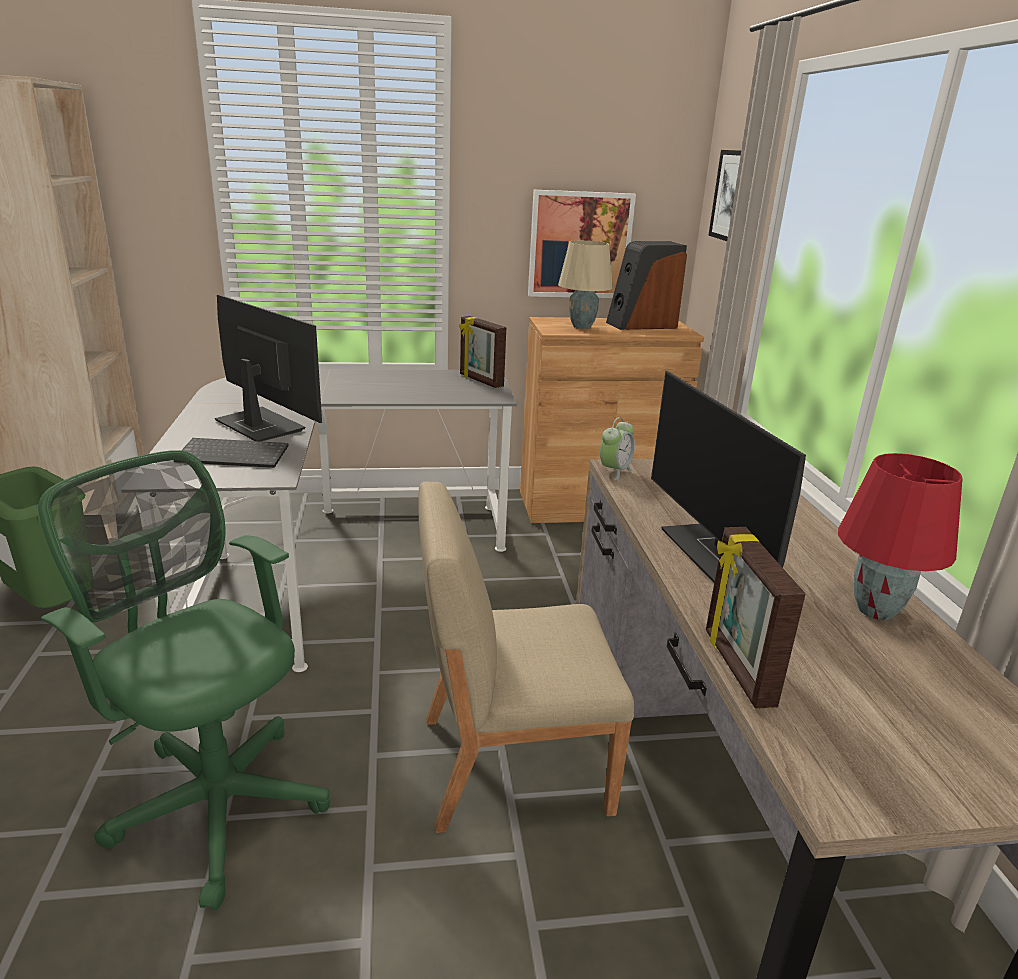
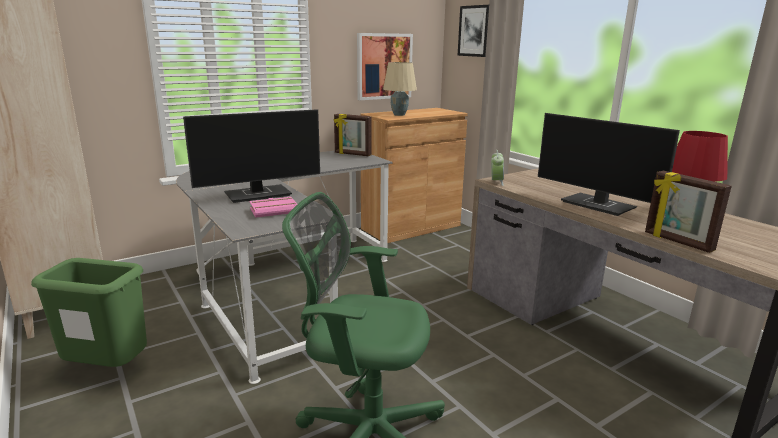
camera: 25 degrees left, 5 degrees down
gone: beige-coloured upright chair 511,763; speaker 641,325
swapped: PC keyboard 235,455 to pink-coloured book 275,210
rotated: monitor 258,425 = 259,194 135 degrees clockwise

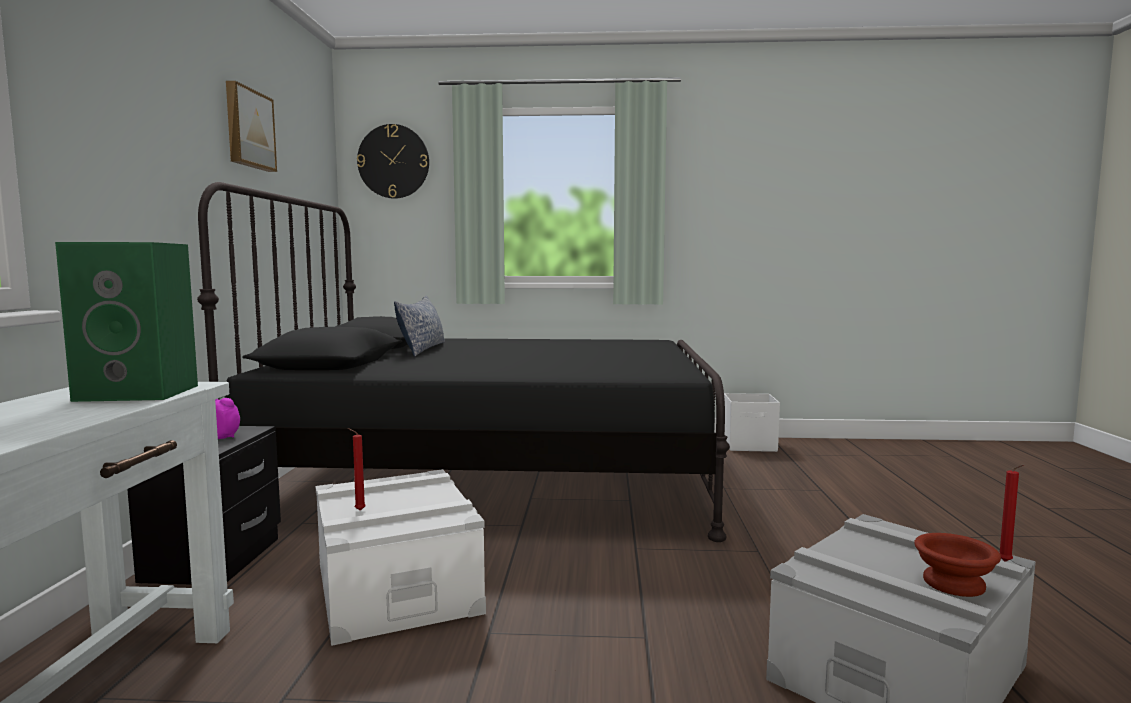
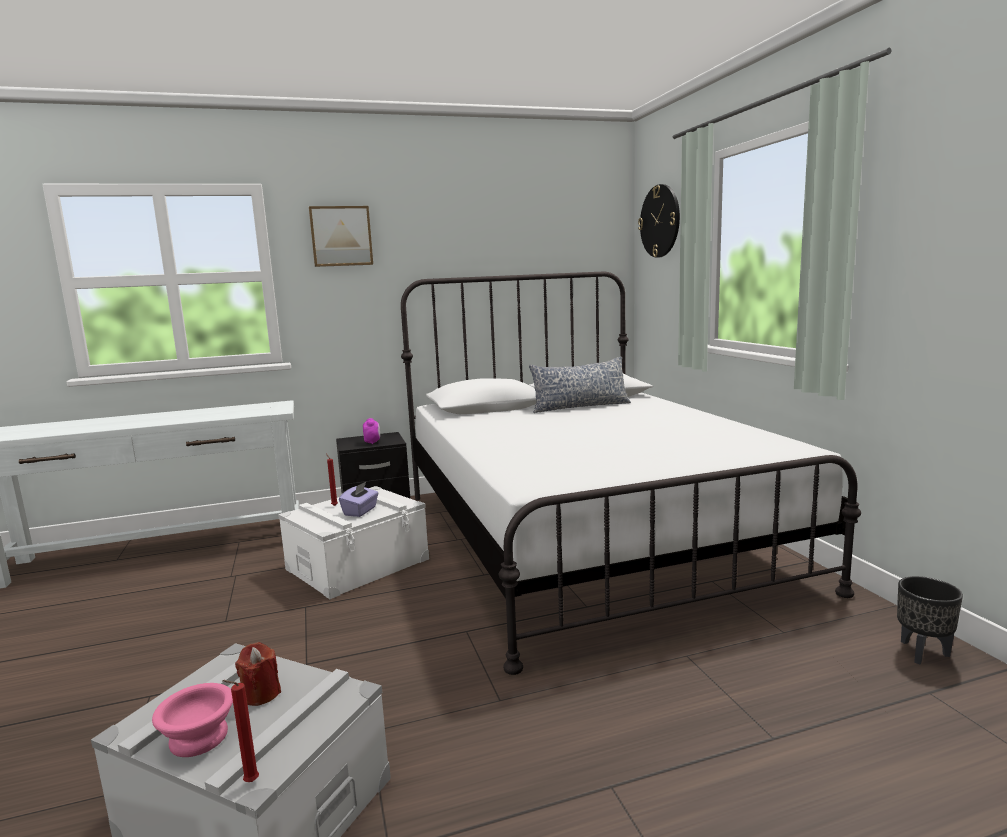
camera: 70 degrees right, 5 degrees up
gone: greenish speaker 141,392
new: red wax light 261,694; purplish tissue holder 360,511
shifted: wall picture 248,129 to 341,236
swapped: whitish storage container 750,445 to black-coloured flower pot 923,653
repainted: black-coloured sleeping bed 494,476 to whitish sleeping bed 586,537; brown-coloured deep dish 955,585 to pink-coloured deep dish 196,739

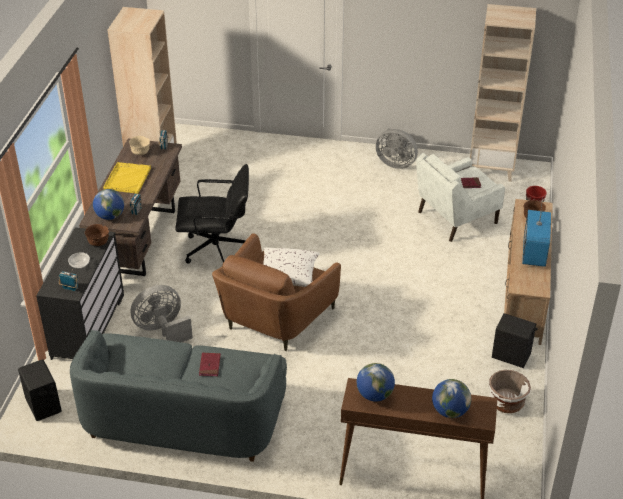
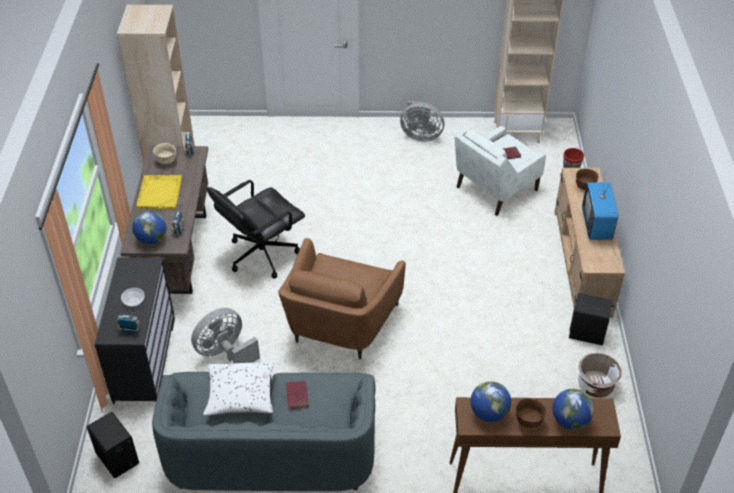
camera: 10 degrees left, 5 degrees up
shifted: brown-coloured deep dish 98,243 to 528,421; whitish pillow 288,274 to 240,395
rotated: black-coloured desk chair 217,250 = 261,254 150 degrees clockwise

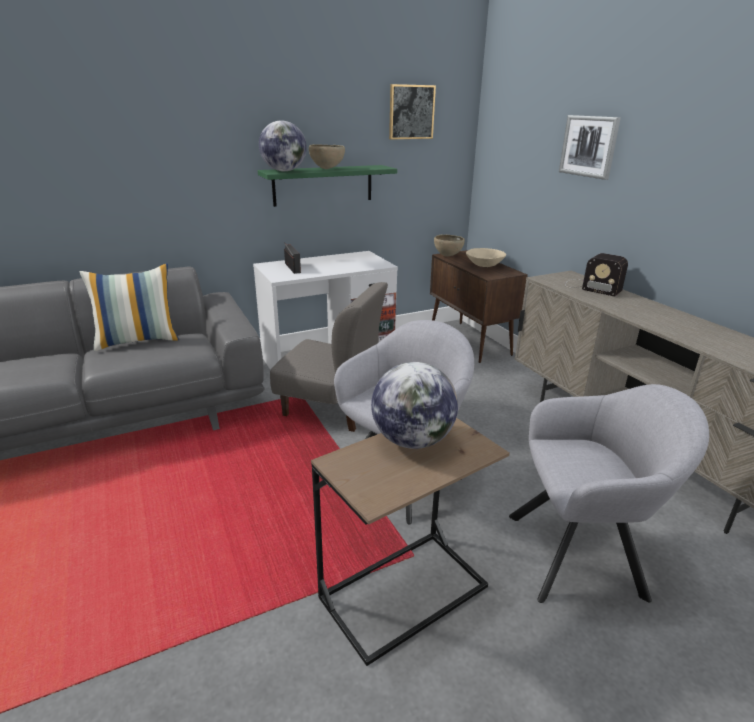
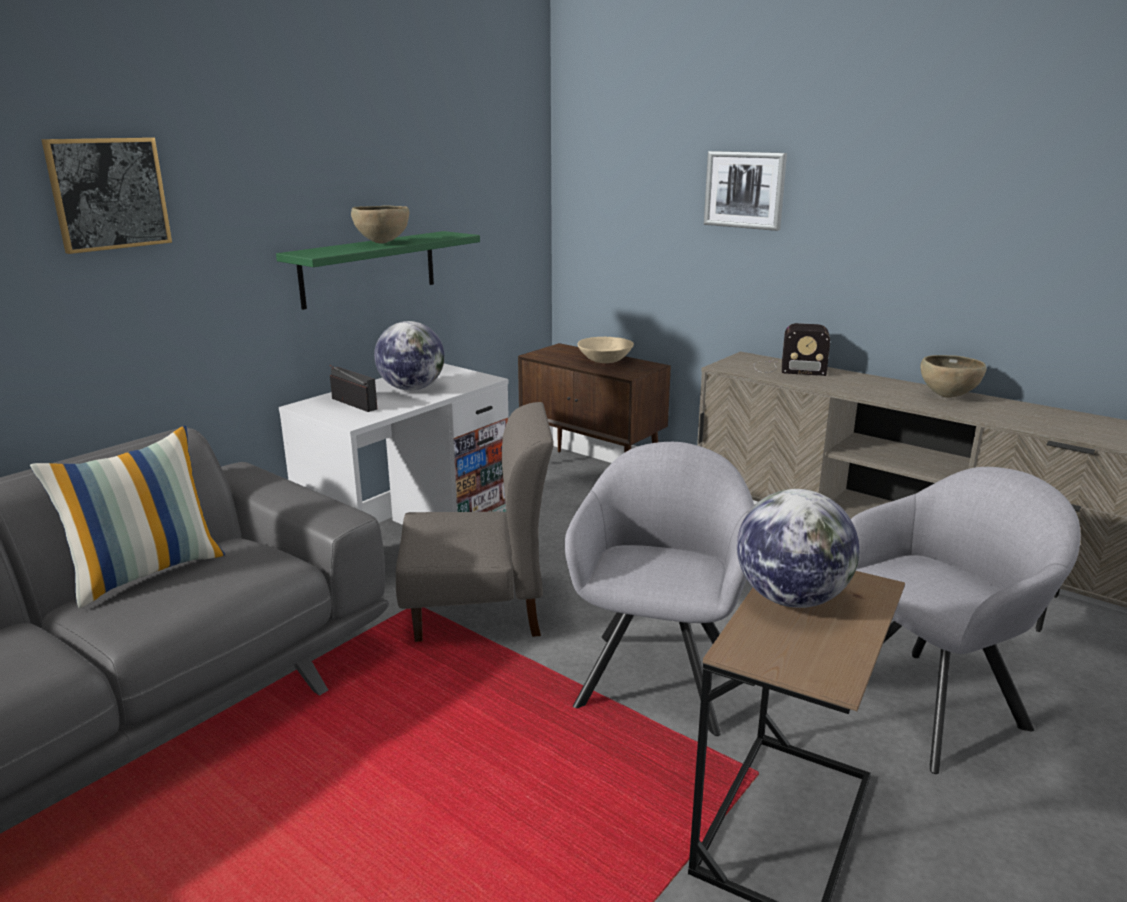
camera: 25 degrees left, 5 degrees down
shifted: world globe 284,171 to 411,389; wall picture 411,112 to 109,194; brown-coloured deep dish 448,256 to 948,396

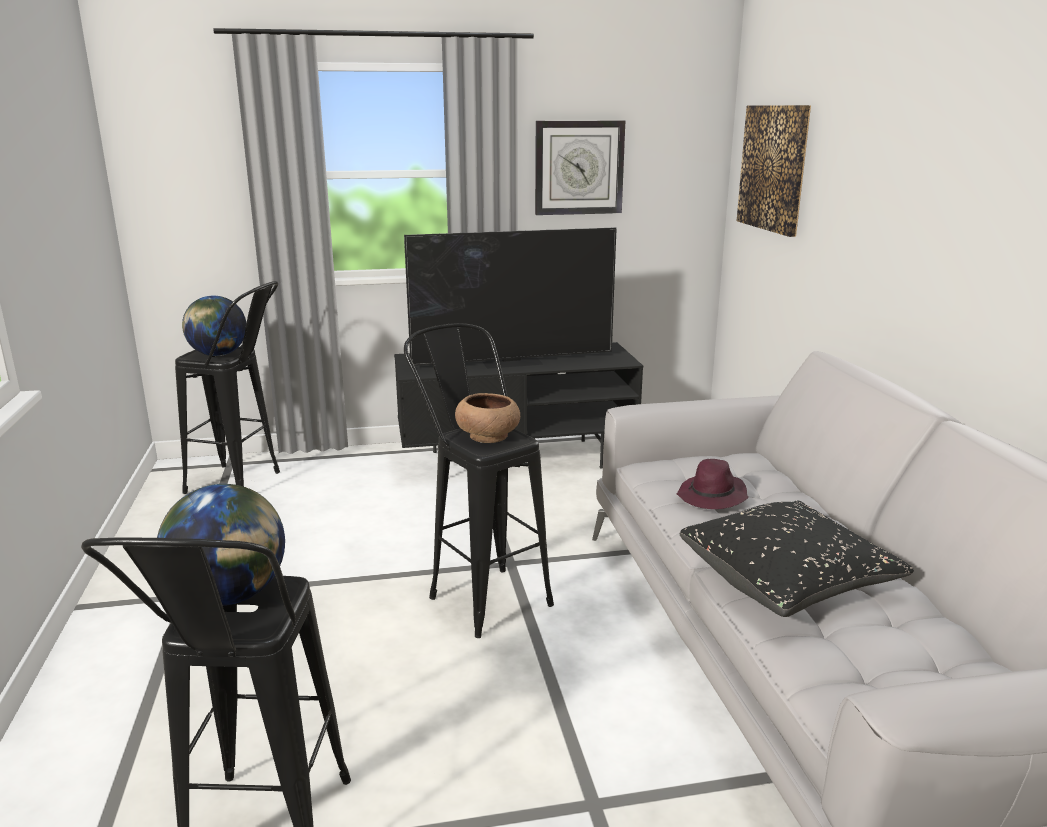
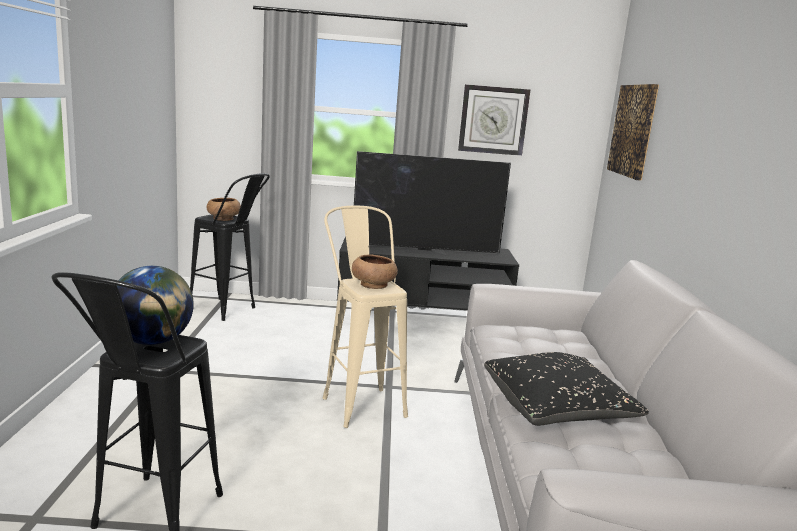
camera: 10 degrees right, 5 degrees down
gone: purplish hat 712,497
swapped: world globe 218,355 to brown-coloured deep dish 223,219
repainted: black-coloured stool 480,593 to beige-coloured stool 359,401

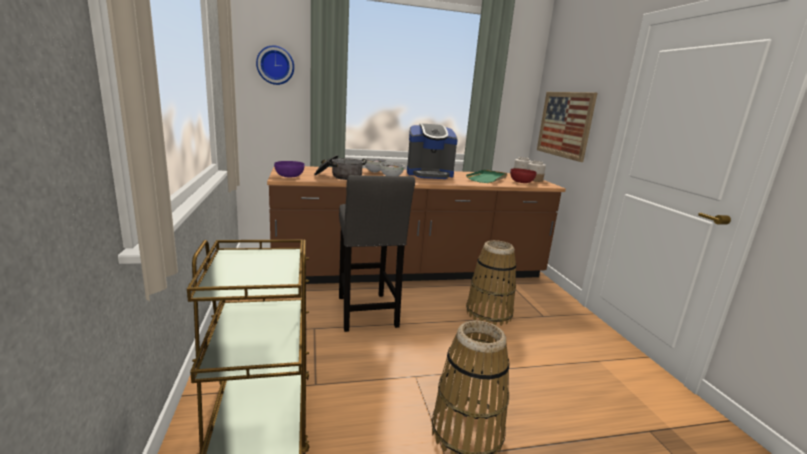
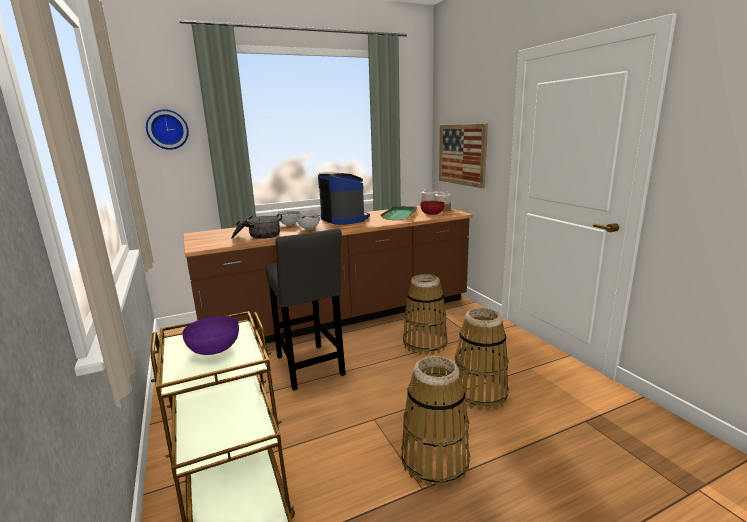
camera: 10 degrees left, 0 degrees up
new: storage basket 479,393
shifted: purplish deep dish 289,176 to 214,348
rotated: coffee maker 429,174 = 344,219 105 degrees counterclockwise

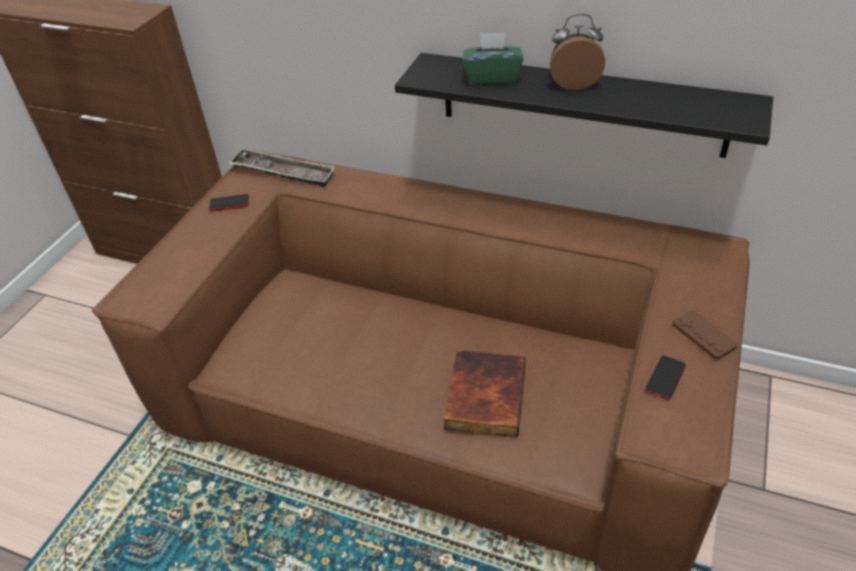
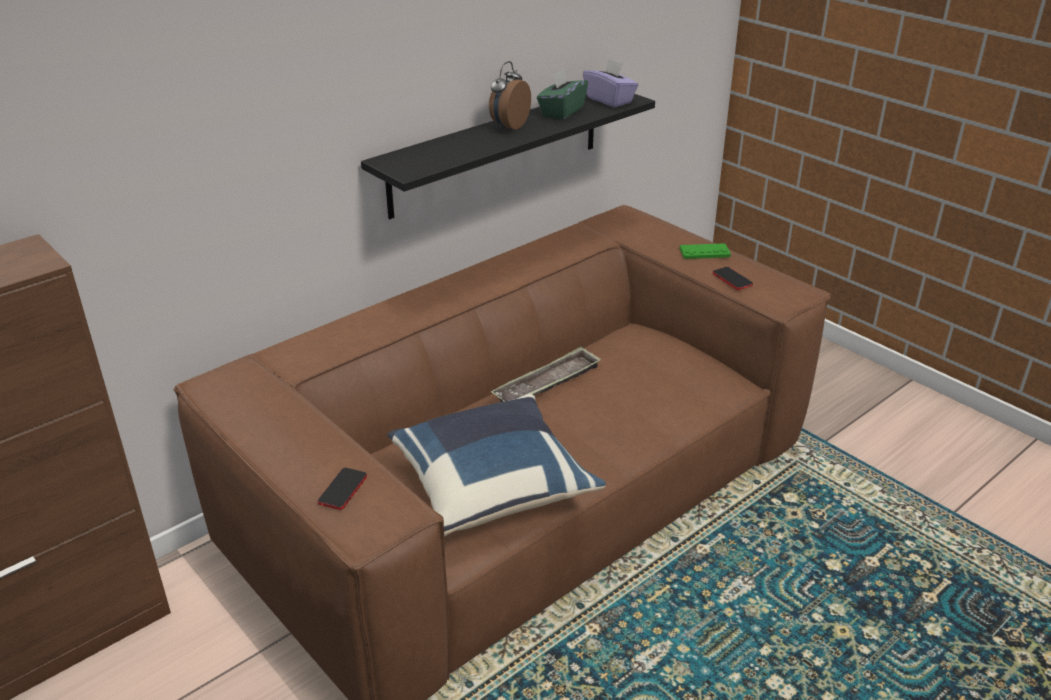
camera: 65 degrees left, 10 degrees down
gone: book 483,395
new: bluish pillow 491,486; purplish tissue holder 609,100
shifted: telephone 229,203 to 342,489; tray 283,172 to 547,383; greenish tissue holder 492,78 to 561,112
repainted: brown-coloured game controller 703,335 to greenish game controller 704,252

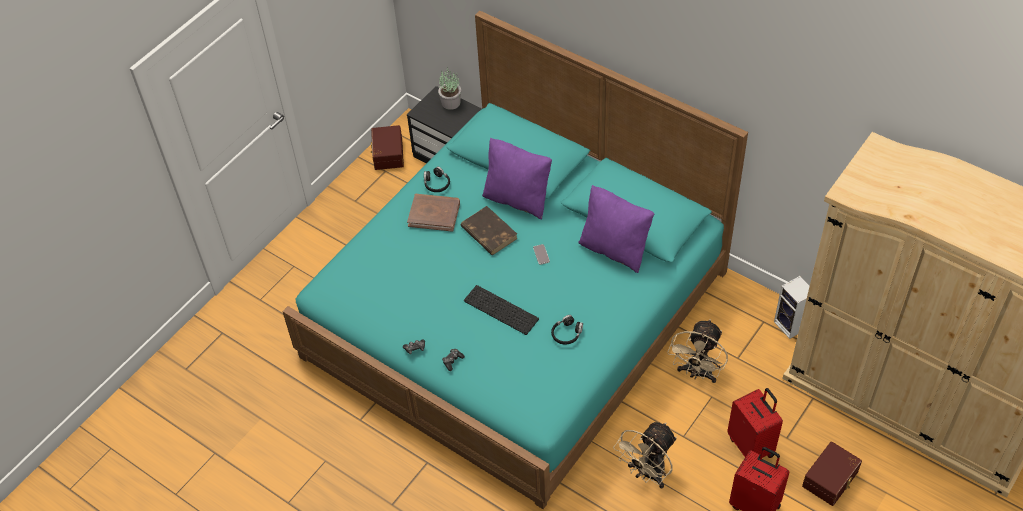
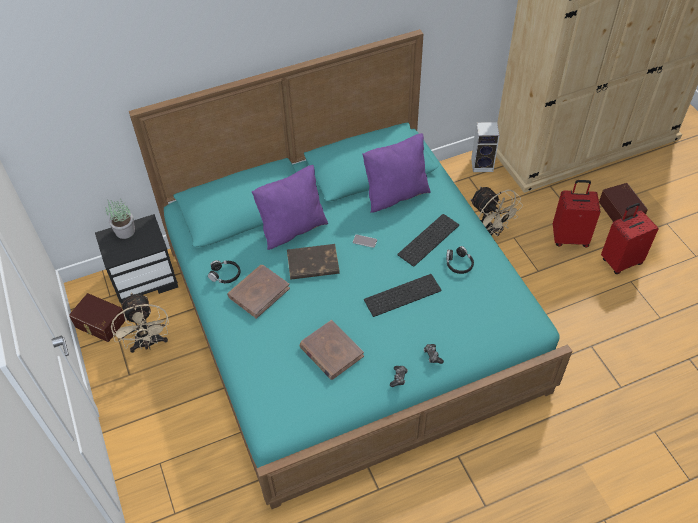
camera: 60 degrees left, 0 degrees up
new: brown-coloured book 331,352; PC keyboard 428,238
shifted: beige-coloured cooling fan 647,474 to 148,343

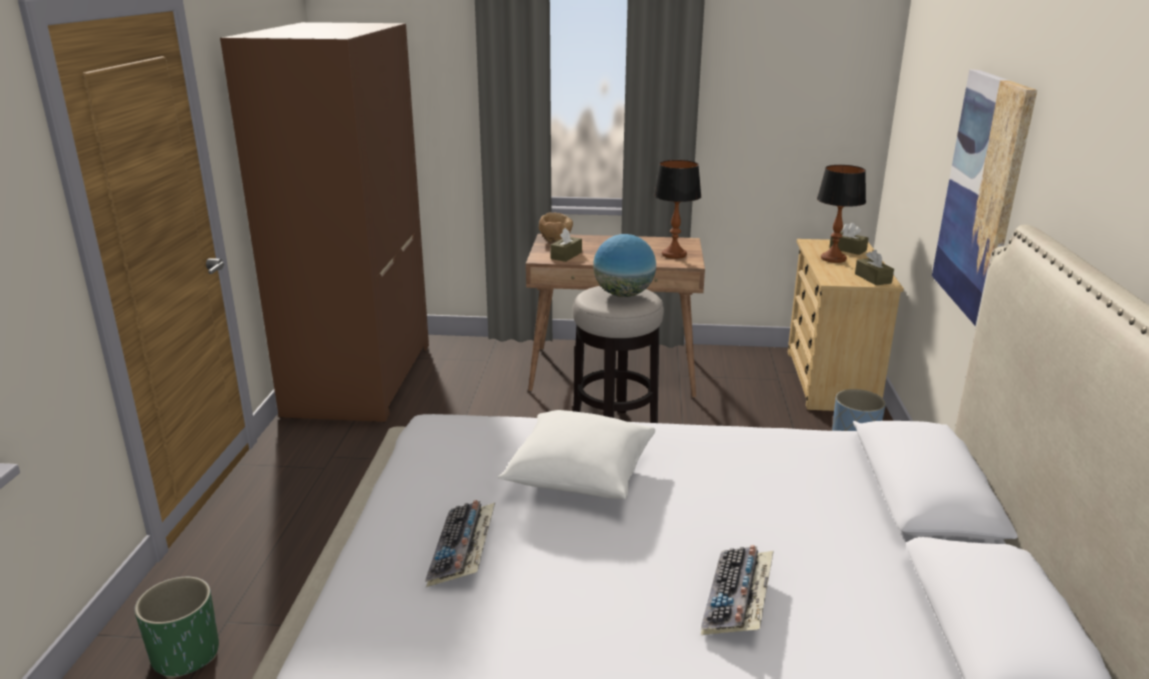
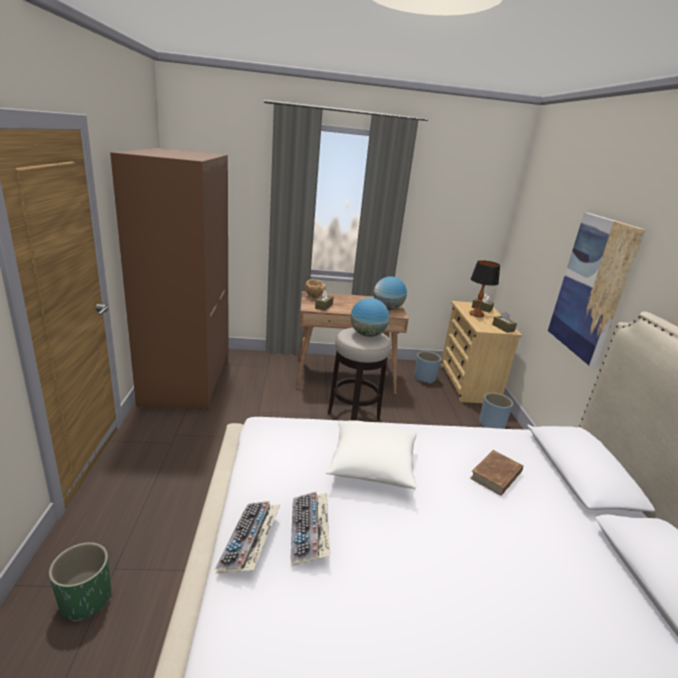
camera: 10 degrees left, 0 degrees up
new: bluish flower pot 424,378; brown-coloured book 496,475
shifted: PC keyboard 738,601 to 249,543
swapped: lamp for a table 674,254 to world globe 387,308

